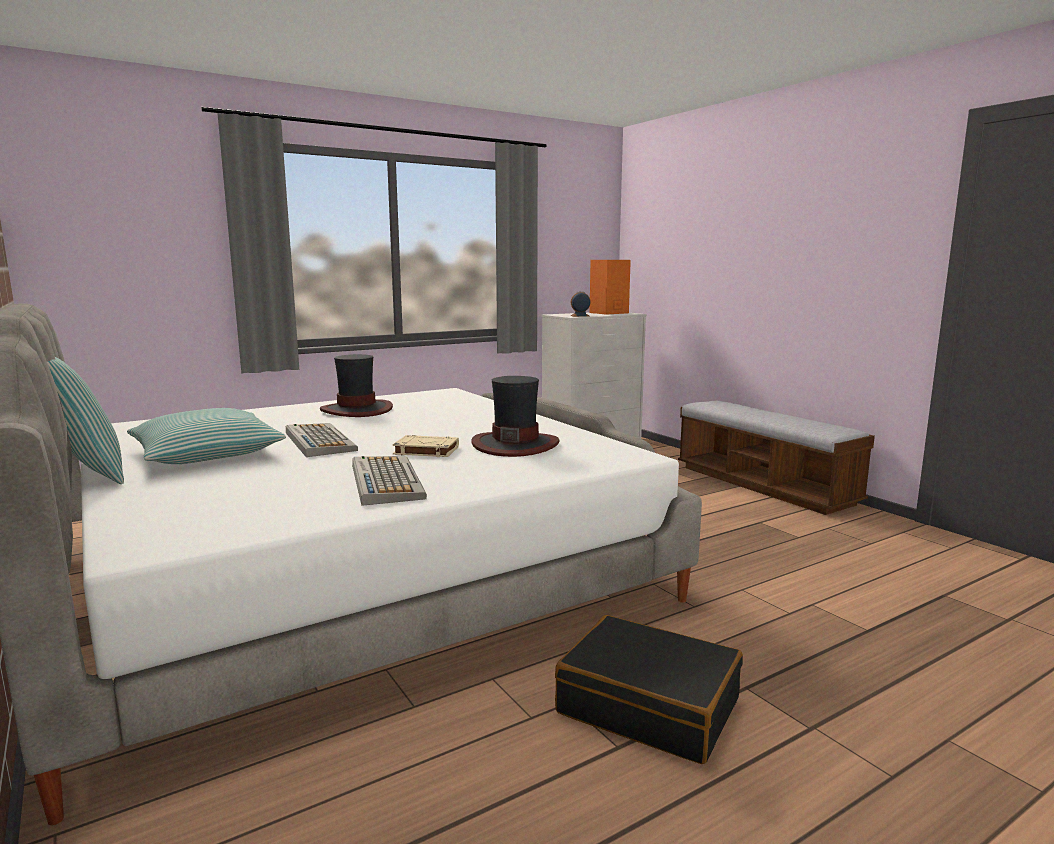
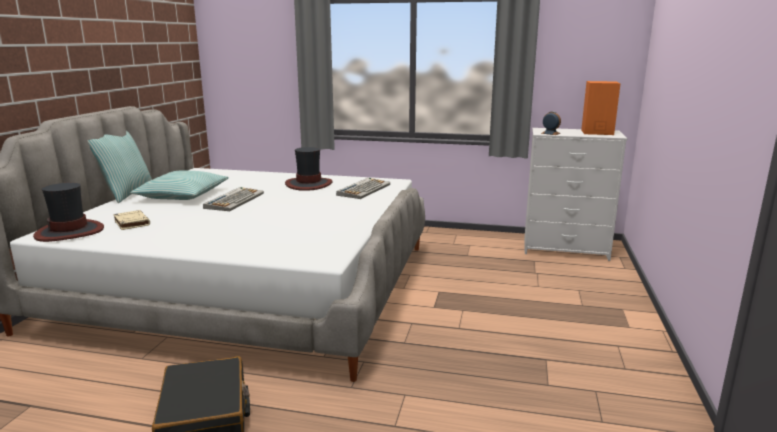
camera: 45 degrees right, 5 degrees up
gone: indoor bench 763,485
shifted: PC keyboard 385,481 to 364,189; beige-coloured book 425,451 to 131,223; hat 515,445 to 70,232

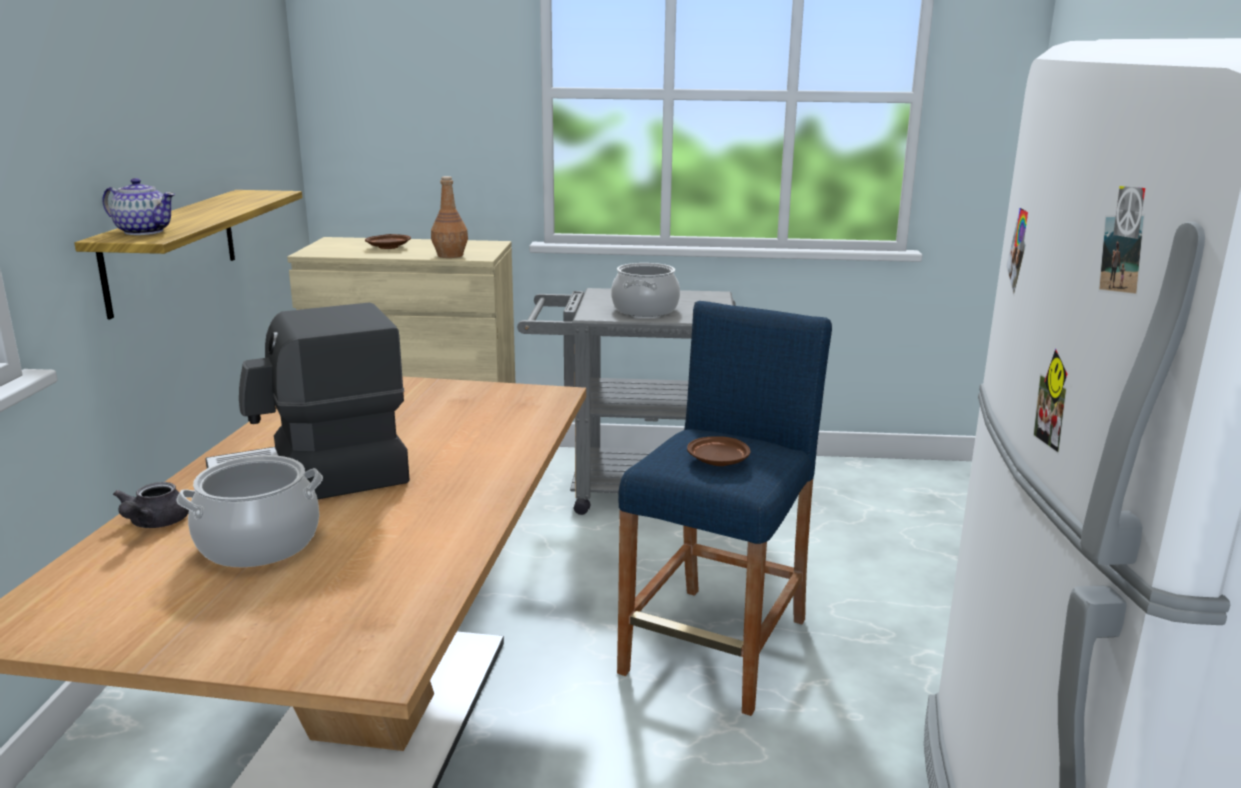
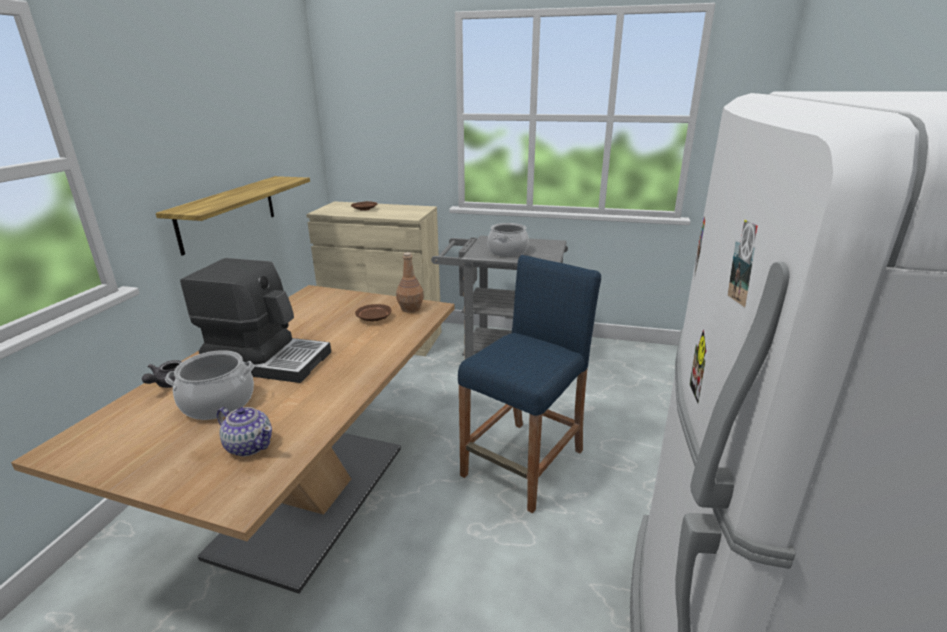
camera: 10 degrees right, 5 degrees up
shifted: tea pot 144,231 to 249,445; brown-coloured bottle 450,255 to 410,308; brown-coloured plate 718,461 to 373,318
rotated: coffee maker 311,480 = 268,360 150 degrees counterclockwise

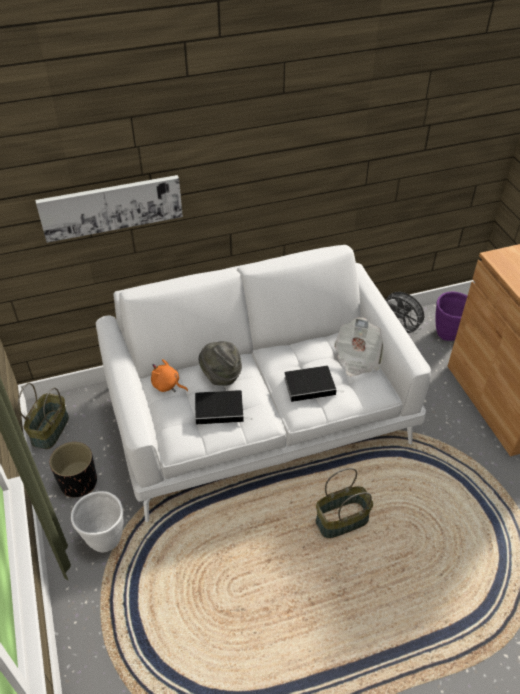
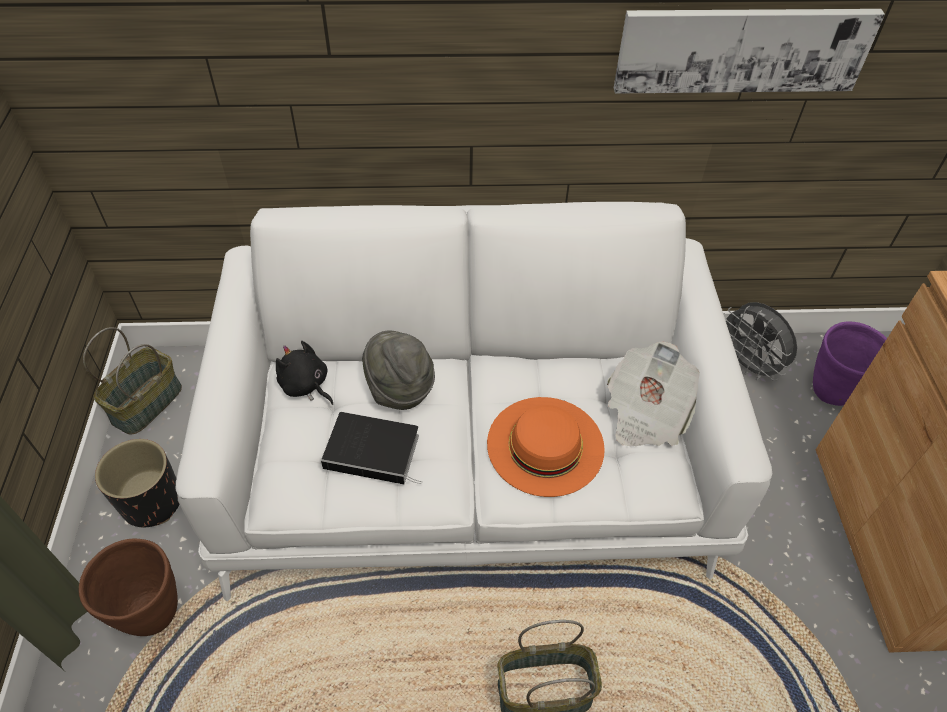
camera: 15 degrees right, 5 degrees up
shifted: wall picture 111,207 to 742,49
swapped: book 311,385 to orange hat 545,445
repainted: whitish flower pot 105,539 to brown-coloured flower pot 151,612; orange cuddly toy 167,385 to black-coloured cuddly toy 306,385

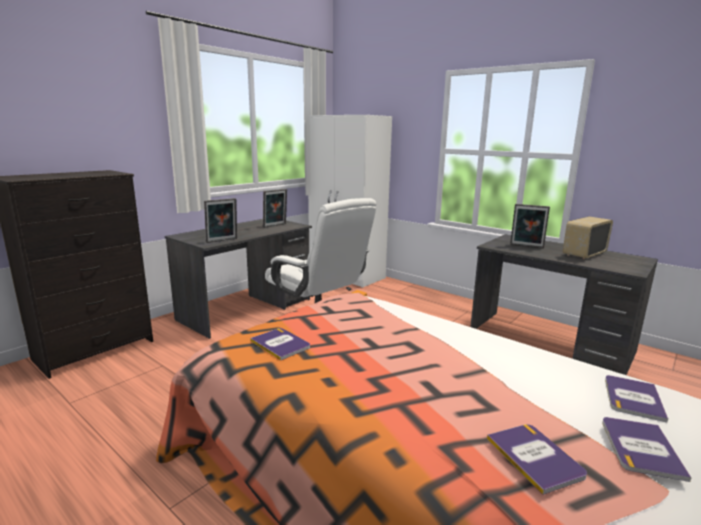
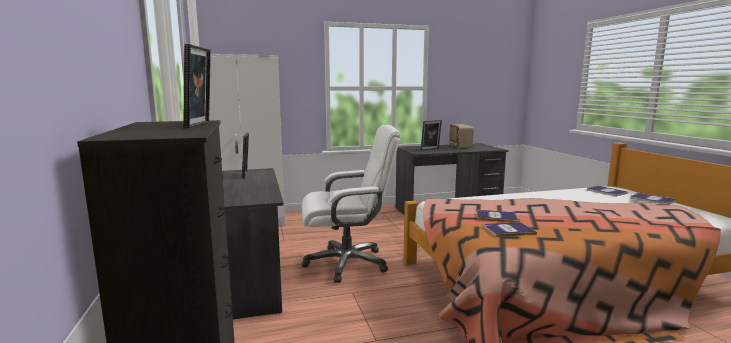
camera: 55 degrees left, 5 degrees down
shifted: standing frame 222,241 to 201,125; book 535,457 to 496,217

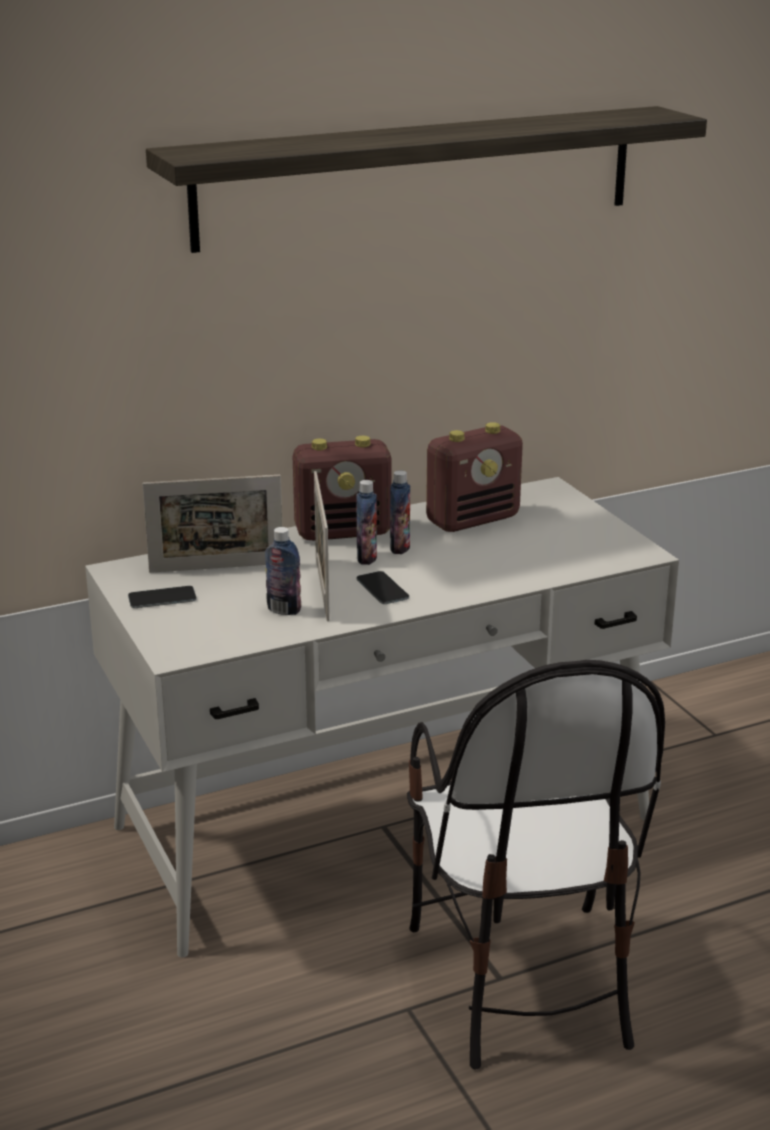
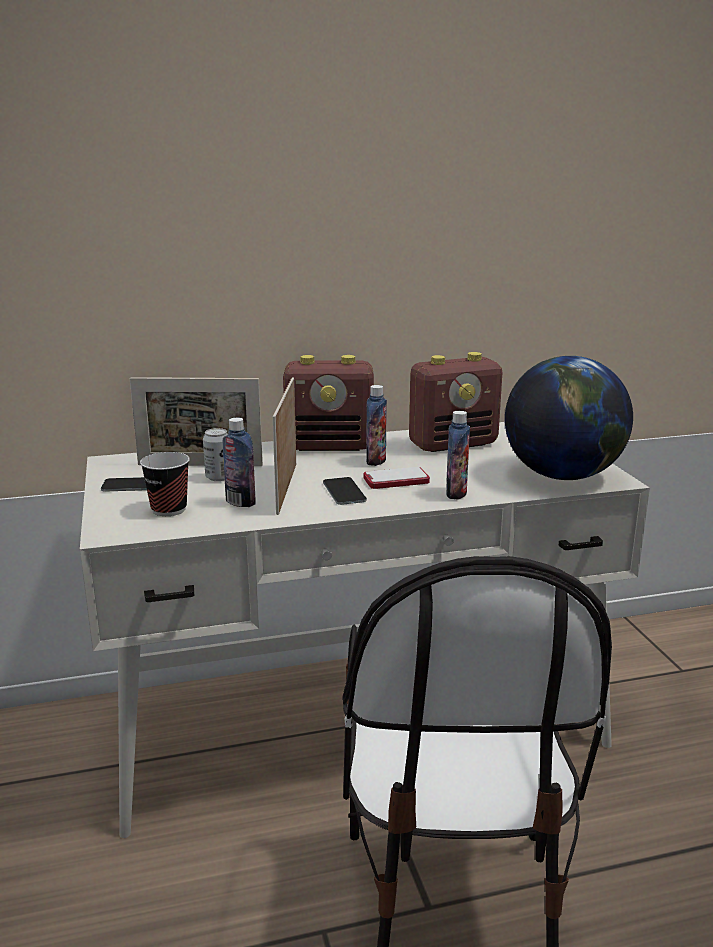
camera: 10 degrees right, 5 degrees down
gone: shelf 419,176
new: small cup 169,509; sealed can 218,477; telephone 396,480; world globe 562,475
shifted: bottle 366,558 to 456,493

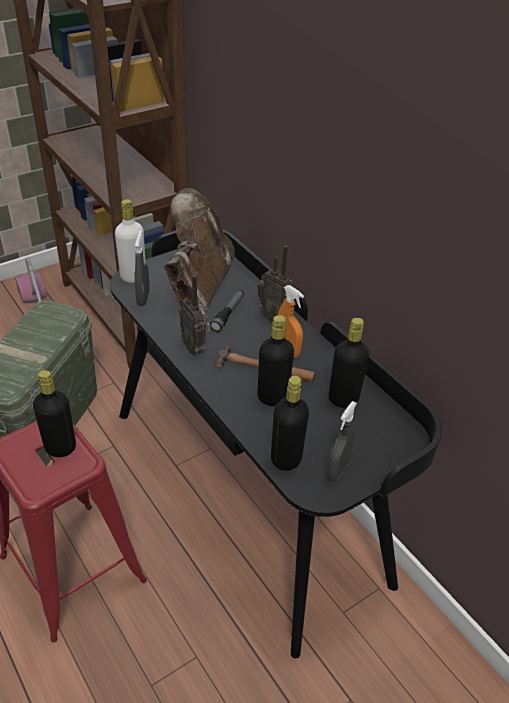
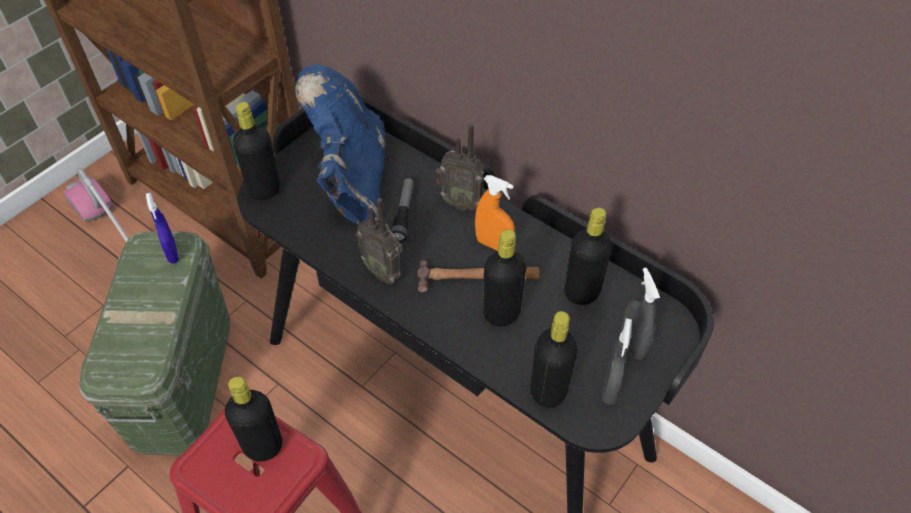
camera: 15 degrees left, 10 degrees up
new: bluish spray bottle 172,253
shifted: grey spray bottle 143,298 to 632,343
repainted: whitish bottle 133,276 to black-coloured bottle 264,190; brown-coloured high-top boot 198,285 to bluish high-top boot 351,181

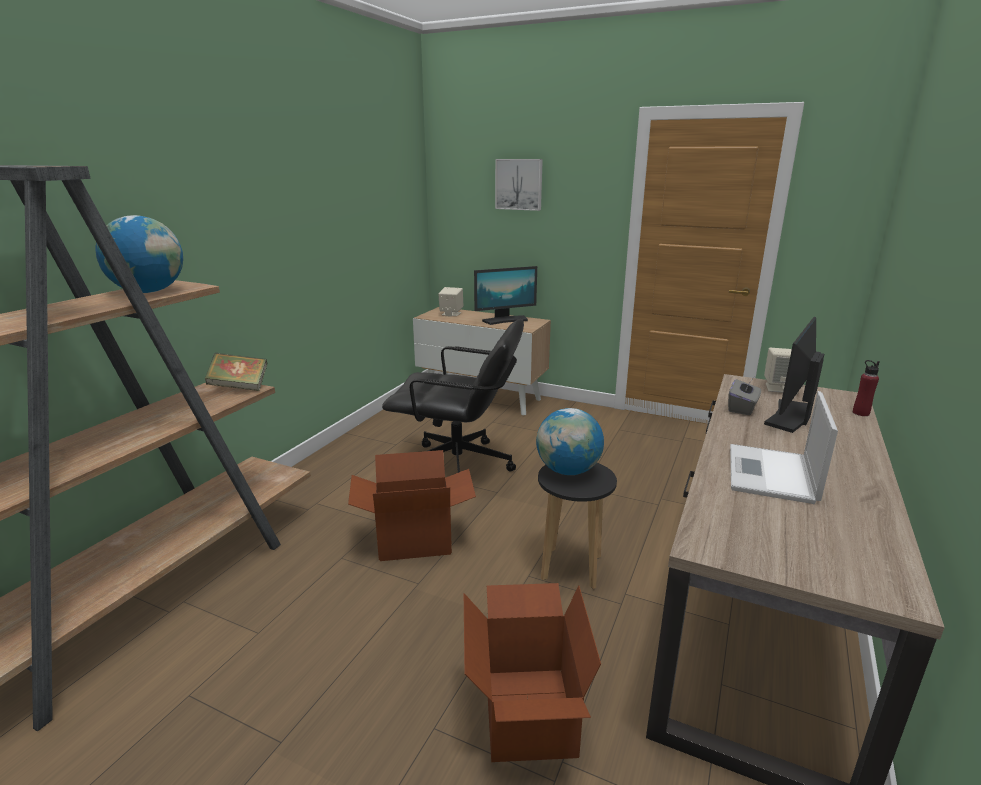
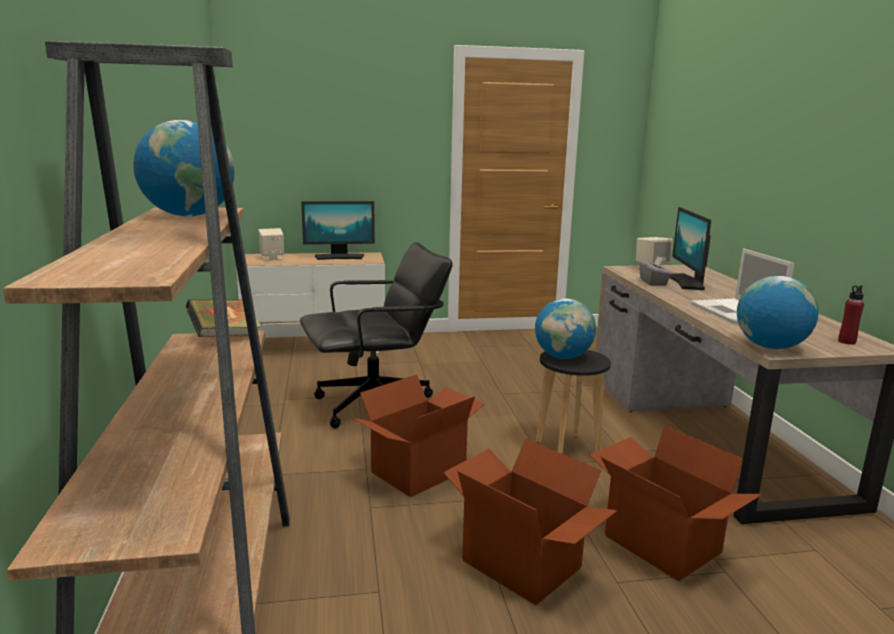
camera: 35 degrees left, 5 degrees down
gone: wall picture 519,184
new: carton 523,563; world globe 770,346
shifted: red bottle 860,413 to 846,342
rotated: monitor 505,320 = 339,257 45 degrees clockwise

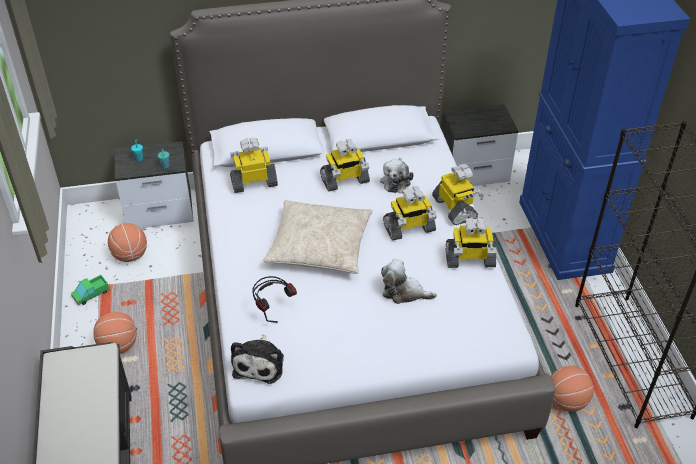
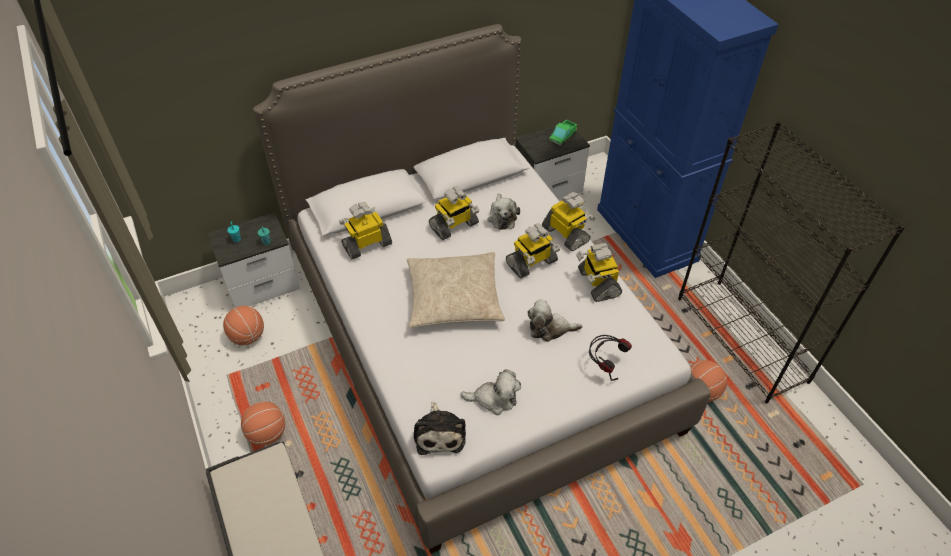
camera: 15 degrees left, 5 degrees up
new: cuddly toy 494,399
shifted: toy lorry 91,294 to 562,137; pair of headphones 273,307 to 605,364
rotated: toy robot 469,259 = 597,283 90 degrees clockwise

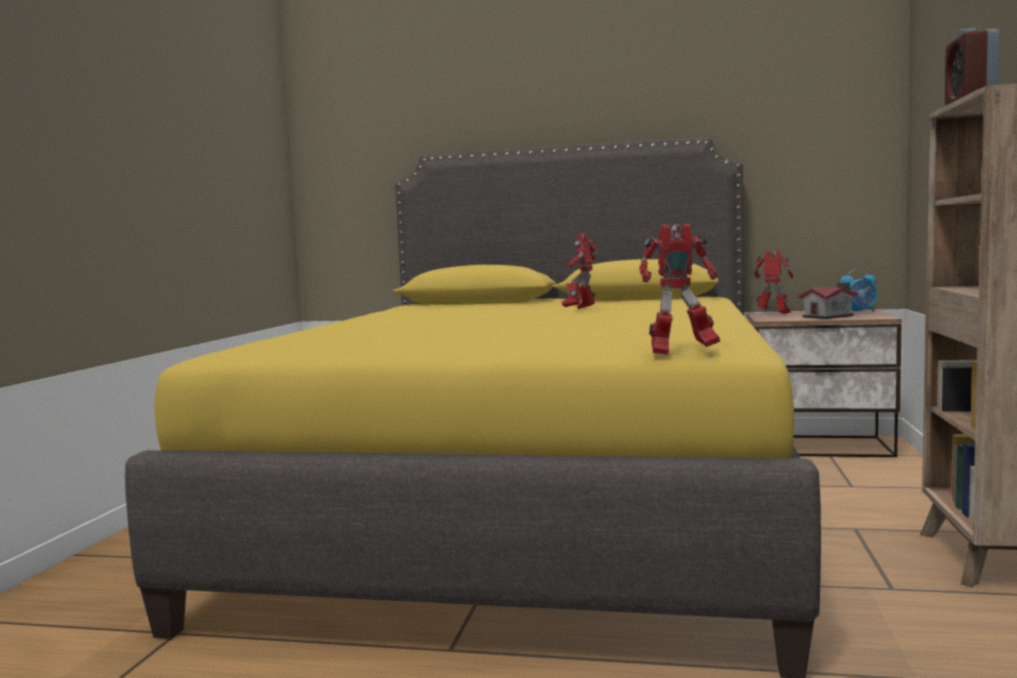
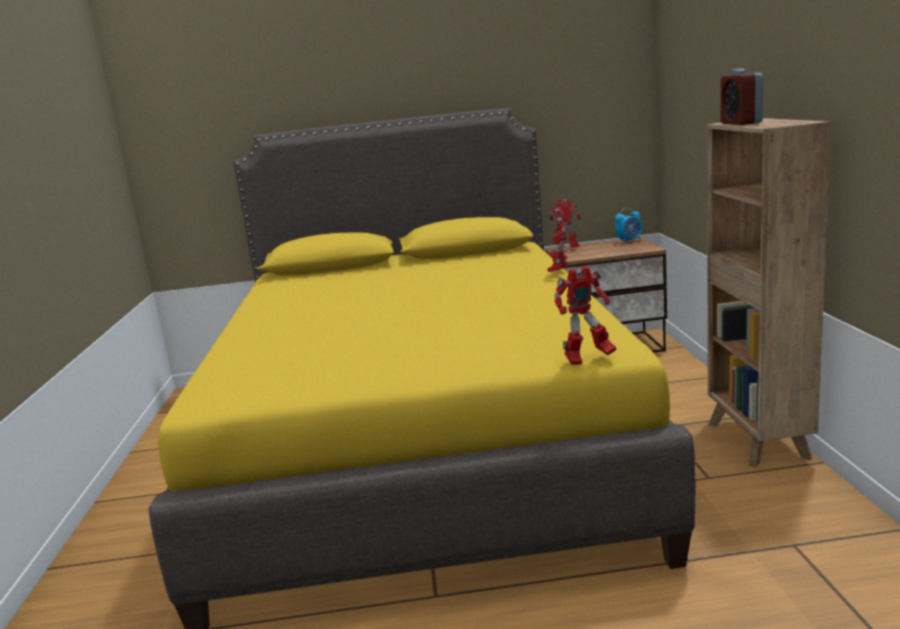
camera: 15 degrees left, 10 degrees up
gone: model house 830,316
shifted: toy robot 580,310 to 559,272

